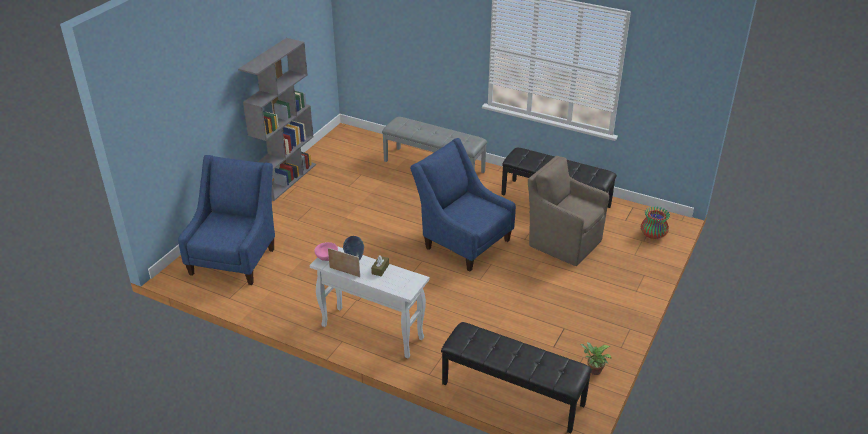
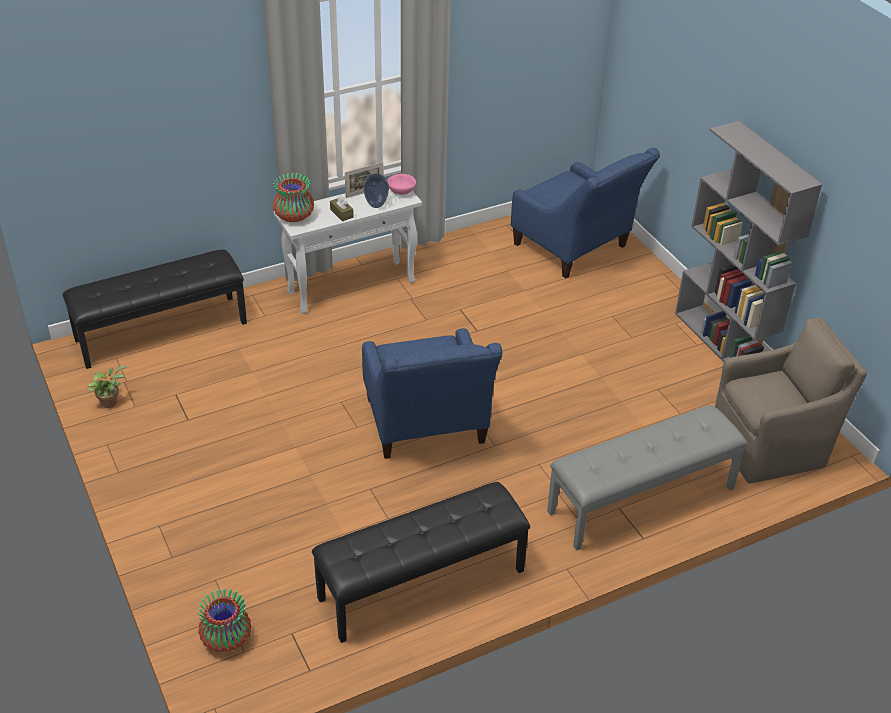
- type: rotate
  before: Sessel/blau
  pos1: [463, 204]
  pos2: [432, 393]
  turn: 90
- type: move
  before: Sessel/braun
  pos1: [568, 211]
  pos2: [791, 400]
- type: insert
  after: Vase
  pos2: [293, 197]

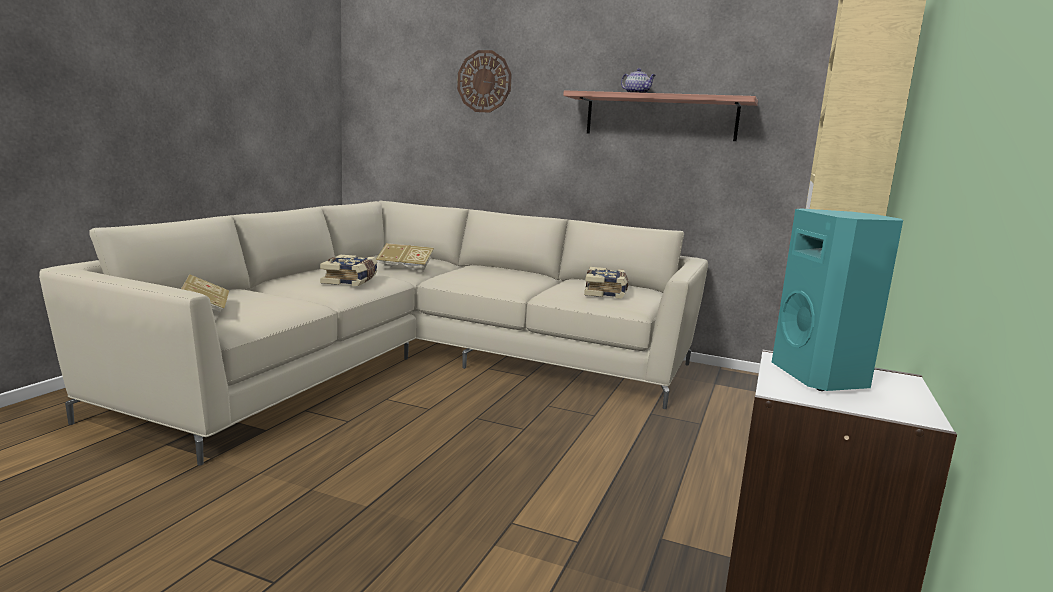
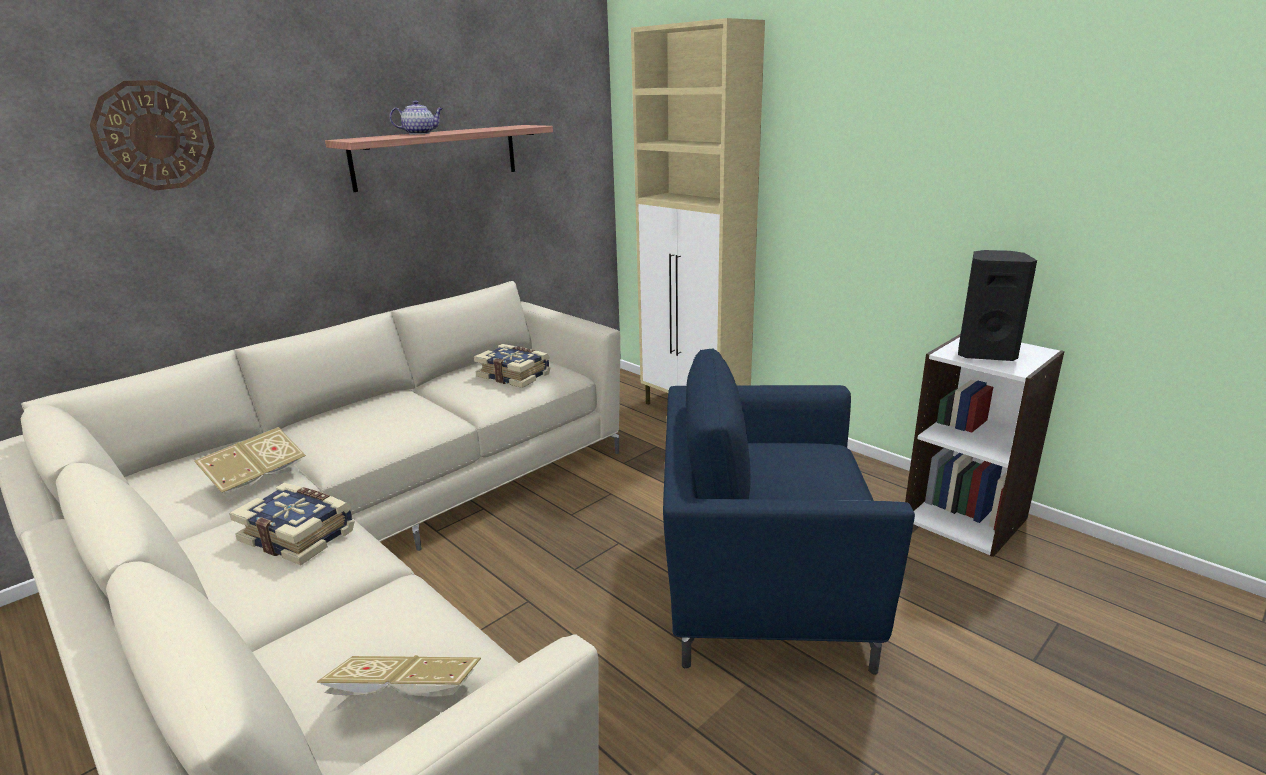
- type: recolor
  before: Lautsprecher/türkis
  after: Lautsprecher/schwarz
  pos1: [837, 300]
  pos2: [997, 305]
- type: insert
  after: Sessel/blau
  pos2: [789, 511]

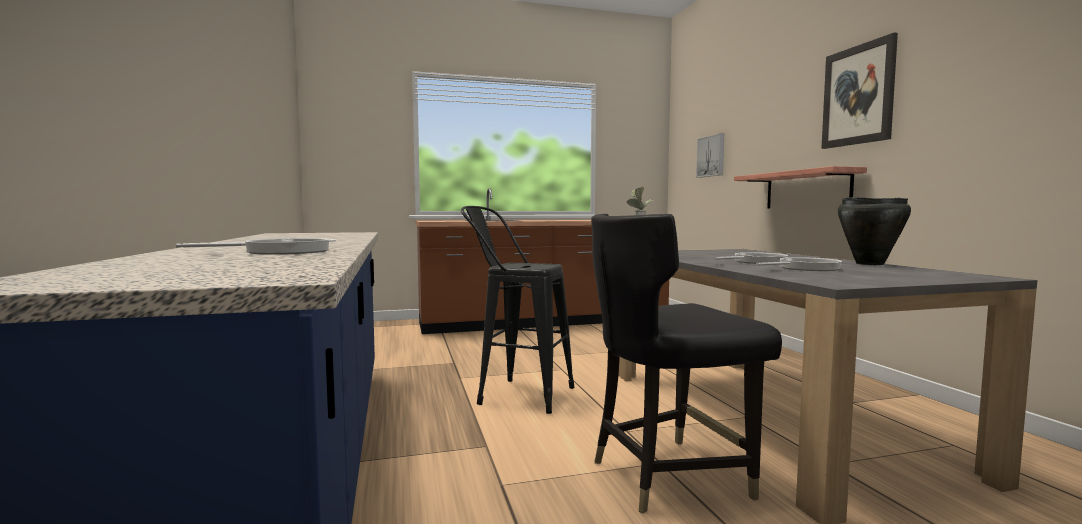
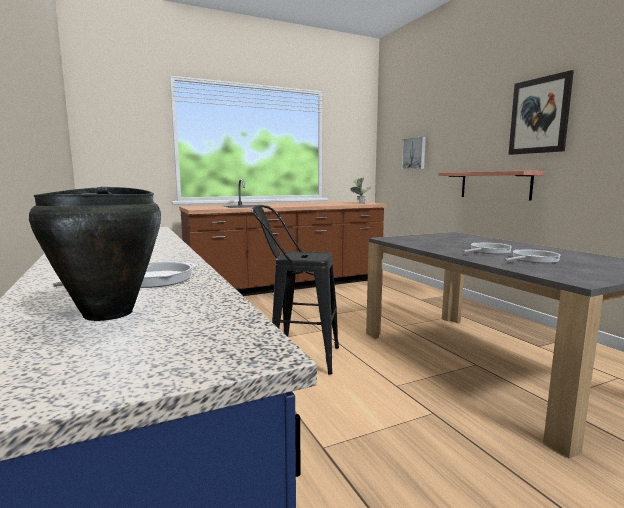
- type: move
  before: Kochtopf/schwarz
  pos1: [874, 231]
  pos2: [95, 254]
- type: delete
  before: Stuhl/schwarz
  pos1: [686, 364]

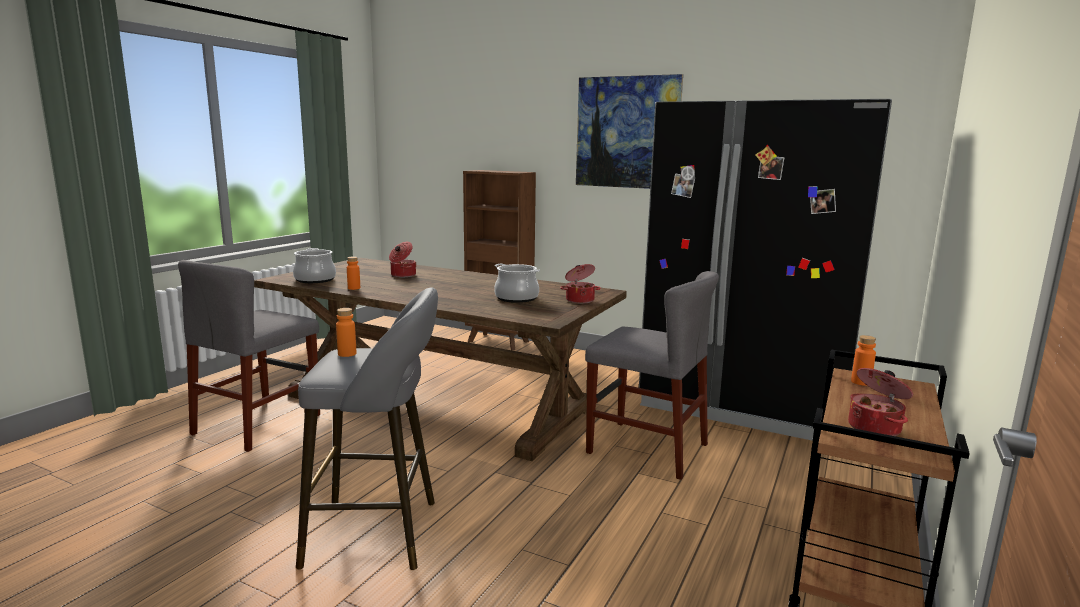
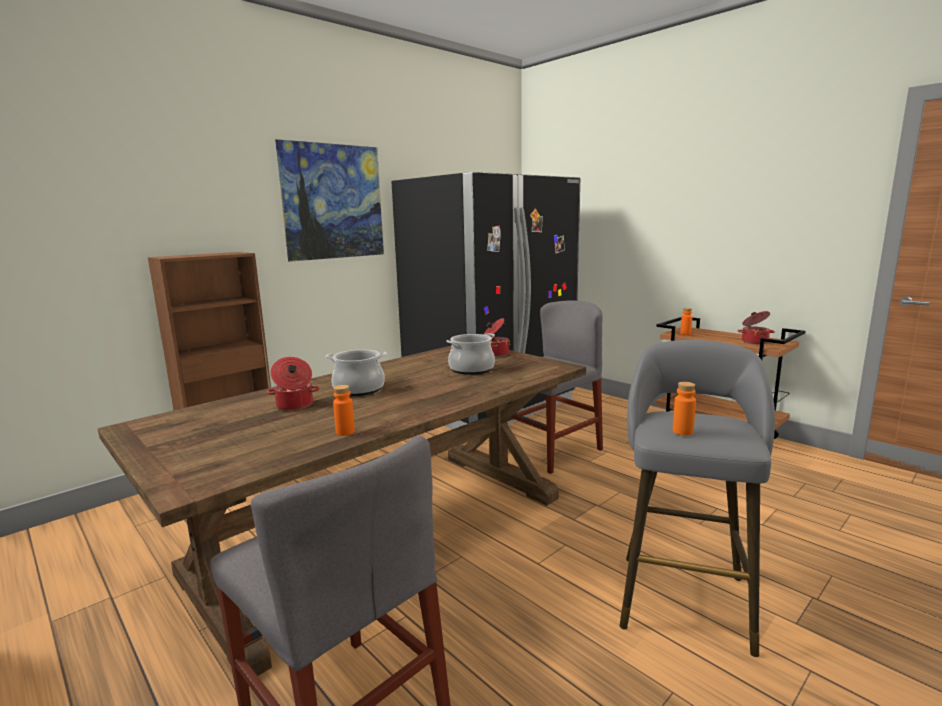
- type: move
  before: Kochtopf
  pos1: [314, 265]
  pos2: [356, 373]

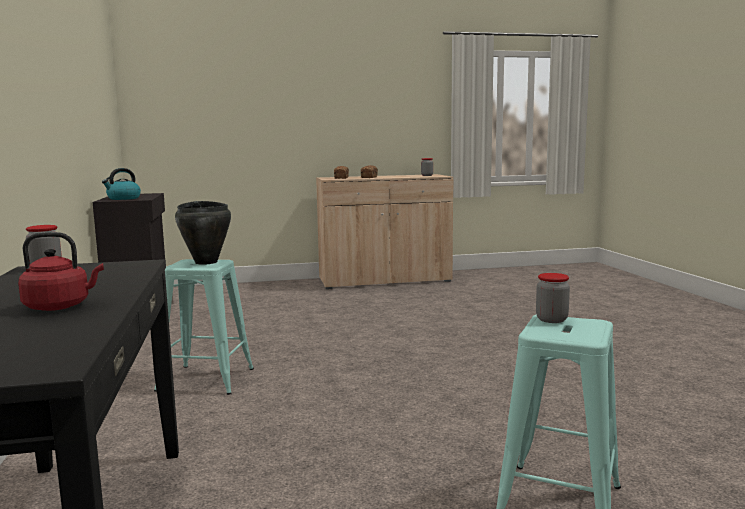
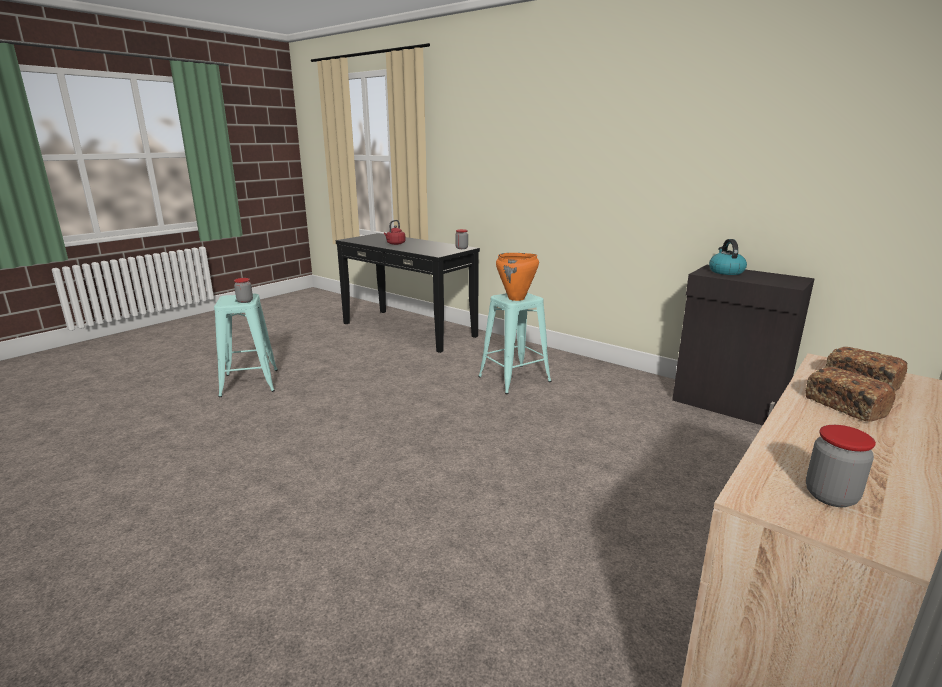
- type: recolor
  before: Kochtopf/schwarz
  after: Kochtopf/orange
  pos1: [203, 233]
  pos2: [517, 277]

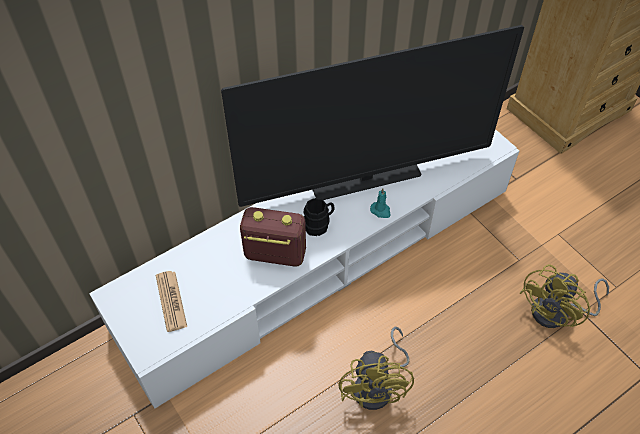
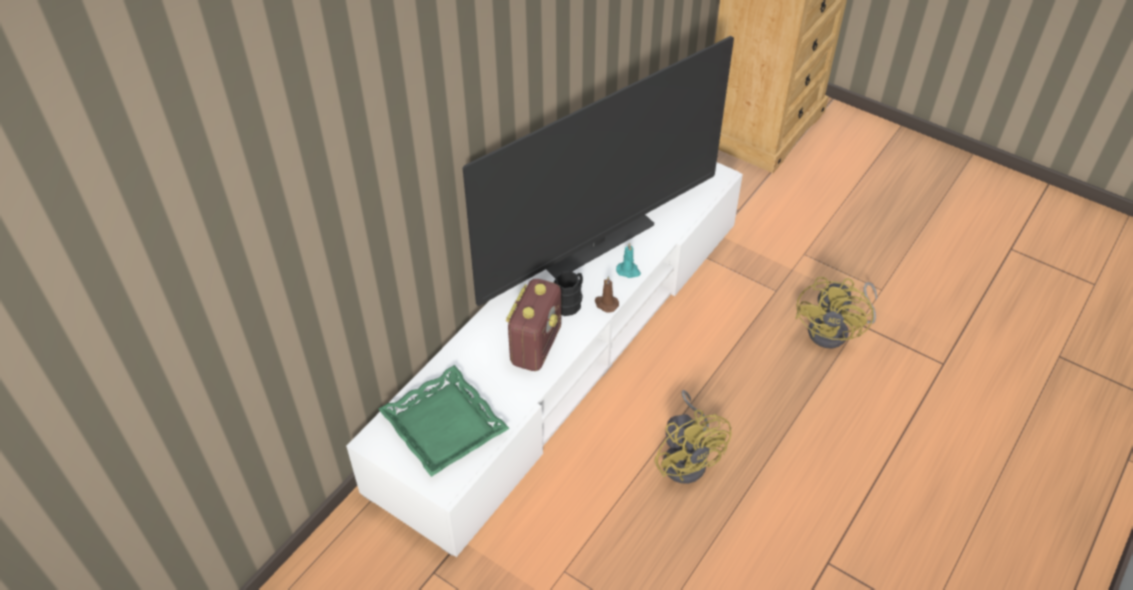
- type: rotate
  before: Radio
  pos1: [273, 237]
  pos2: [533, 325]
  turn: 120
- type: replace
  before: Zeitung
  after: Tablett/grün
  pos1: [171, 301]
  pos2: [444, 421]
- type: insert
  after: Kerze/braun
  pos2: [607, 294]

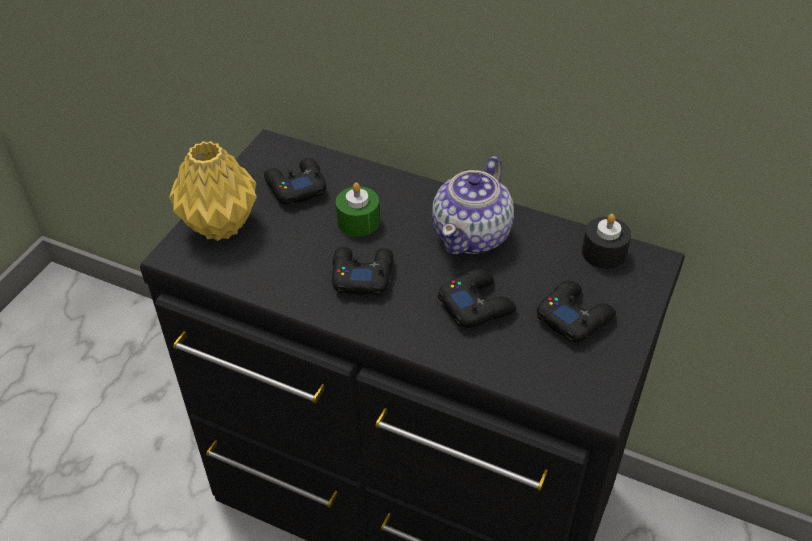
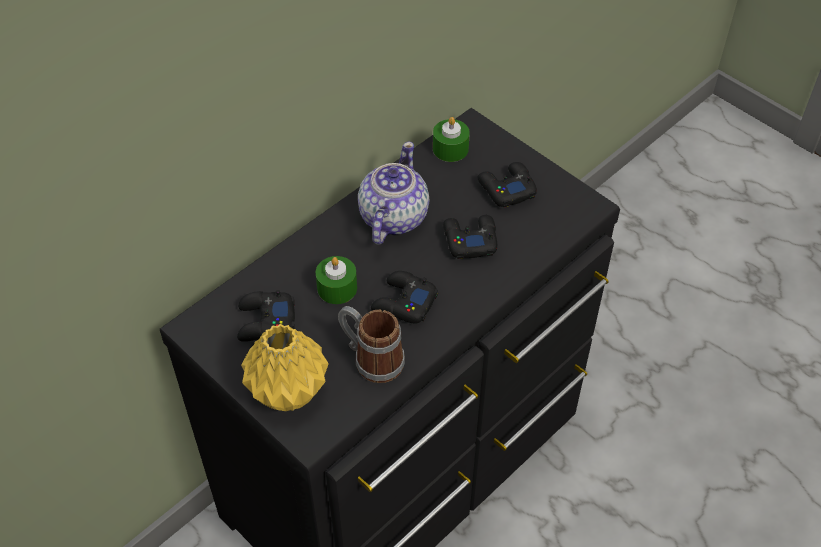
- type: rotate
  before: Teekanne
  pos1: [473, 205]
  pos2: [393, 193]
  turn: -120
- type: recolor
  before: Kerze/schwarz
  after: Kerze/grün
  pos1: [606, 241]
  pos2: [451, 139]
- type: insert
  after: Henkelbecher
  pos2: [371, 344]

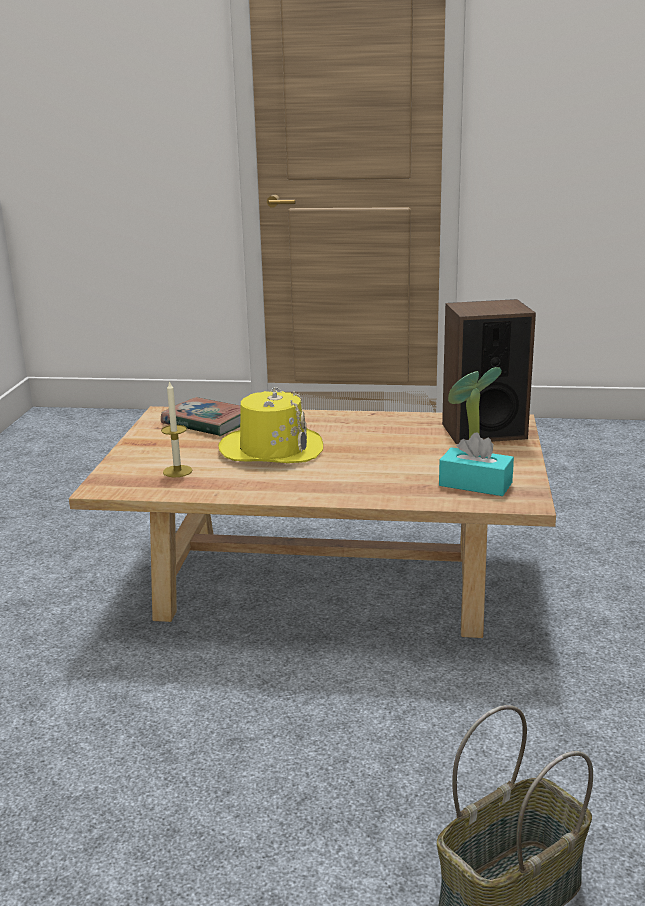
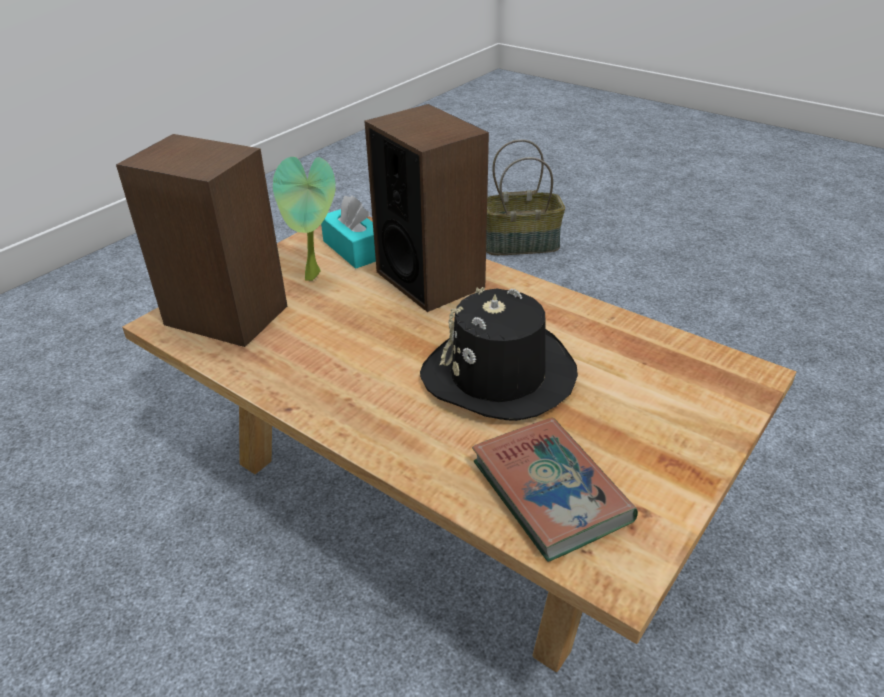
- type: delete
  before: Kerze
  pos1: [176, 428]
- type: recolor
  before: Hut/gelb
  after: Hut/schwarz
  pos1: [270, 425]
  pos2: [499, 354]
- type: insert
  after: Lautsprecher
  pos2: [427, 208]

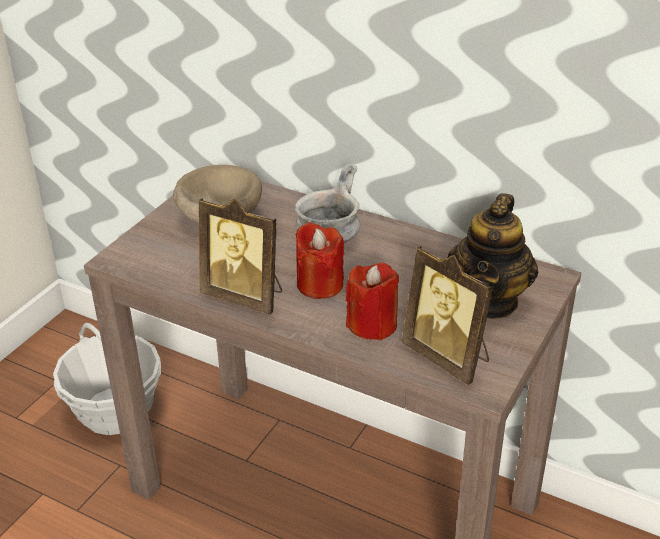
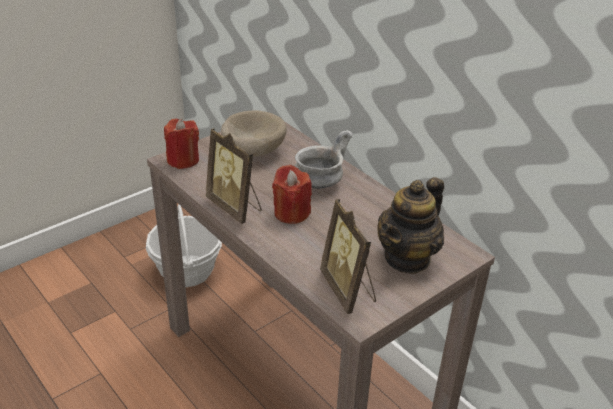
- type: move
  before: Kerze/rot
  pos1: [372, 302]
  pos2: [181, 144]

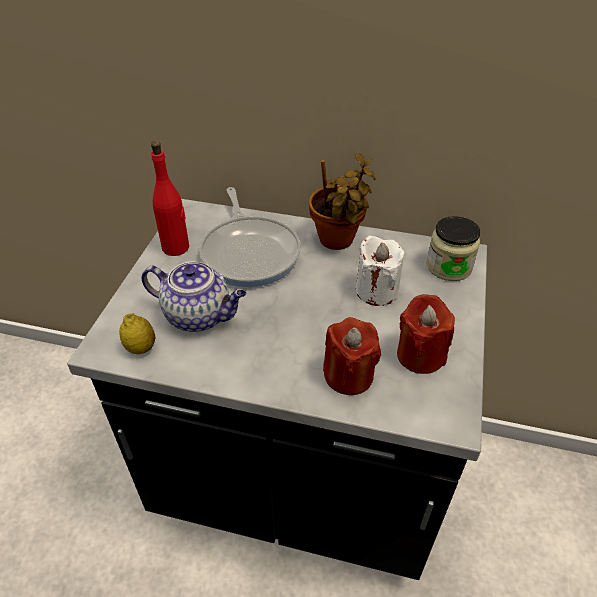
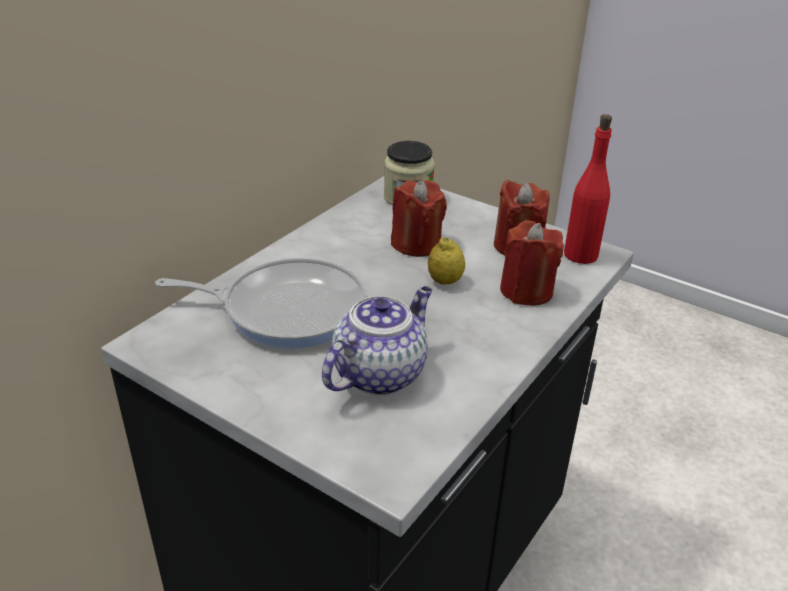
- type: move
  before: Flasche/rot
  pos1: [170, 198]
  pos2: [588, 189]
- type: delete
  before: Topfpflanze
  pos1: [342, 201]
- type: recolor
  before: Kerze/weiß
  after: Kerze/rot
  pos1: [380, 270]
  pos2: [419, 218]
- type: move
  before: Zitrone
  pos1: [138, 333]
  pos2: [446, 261]

